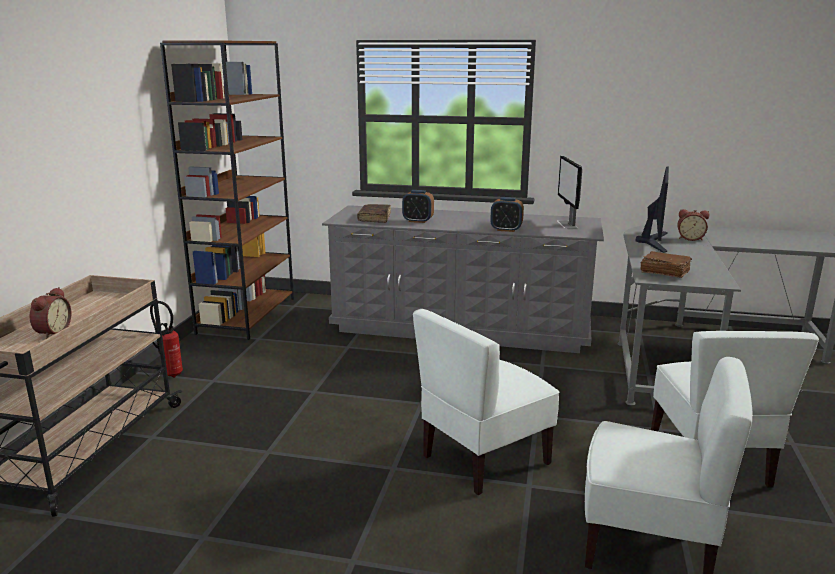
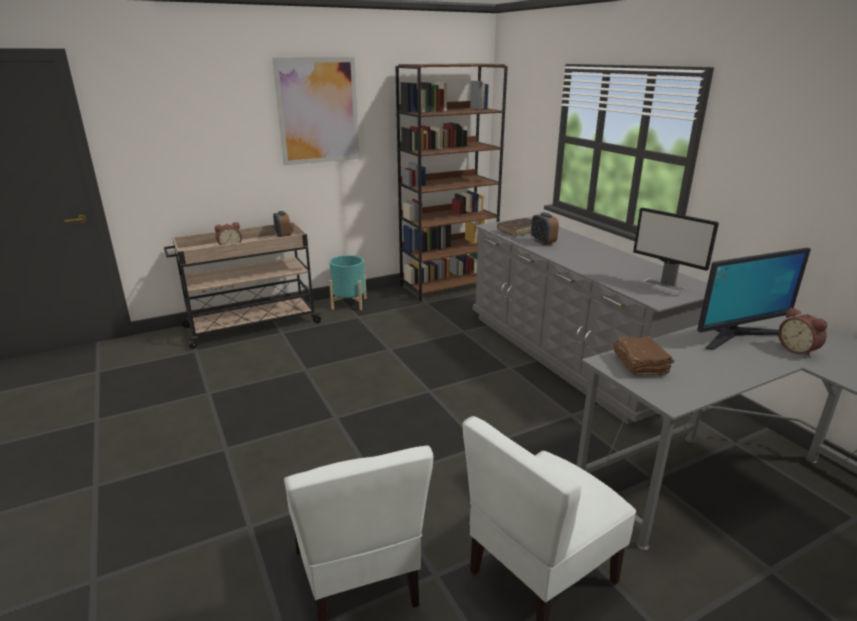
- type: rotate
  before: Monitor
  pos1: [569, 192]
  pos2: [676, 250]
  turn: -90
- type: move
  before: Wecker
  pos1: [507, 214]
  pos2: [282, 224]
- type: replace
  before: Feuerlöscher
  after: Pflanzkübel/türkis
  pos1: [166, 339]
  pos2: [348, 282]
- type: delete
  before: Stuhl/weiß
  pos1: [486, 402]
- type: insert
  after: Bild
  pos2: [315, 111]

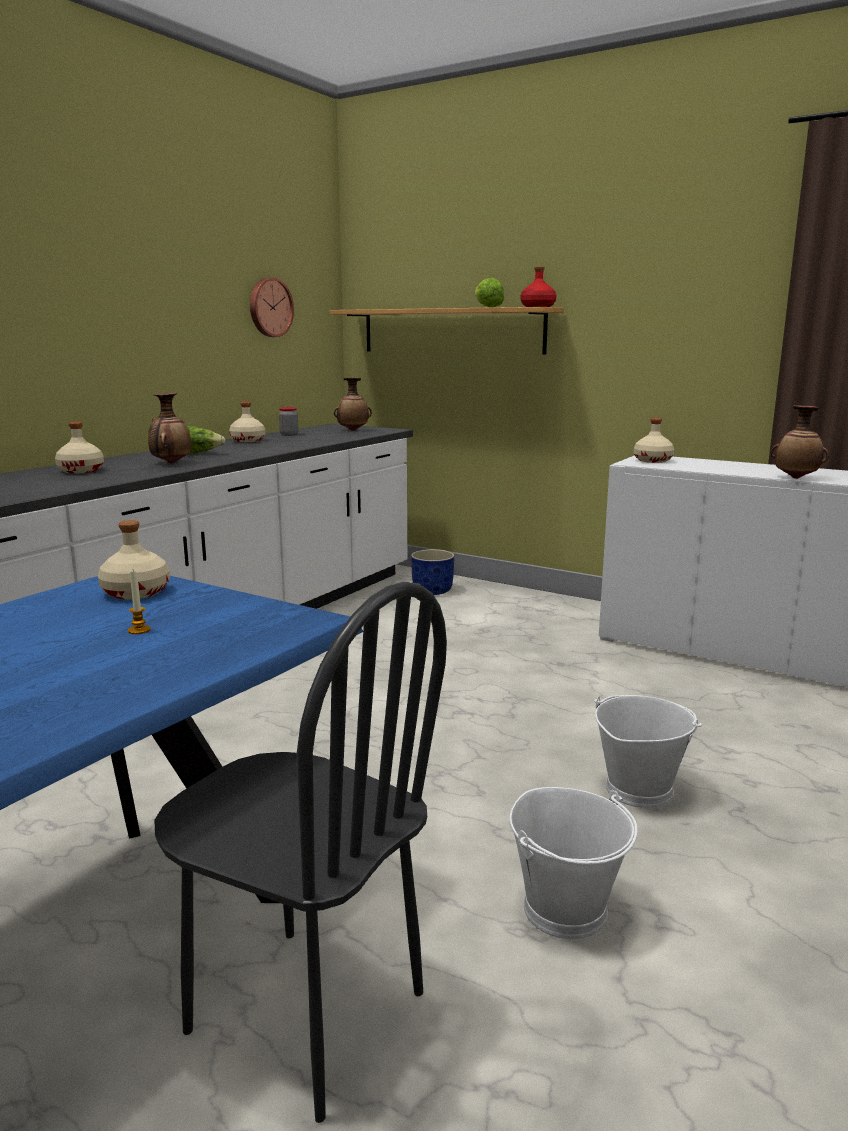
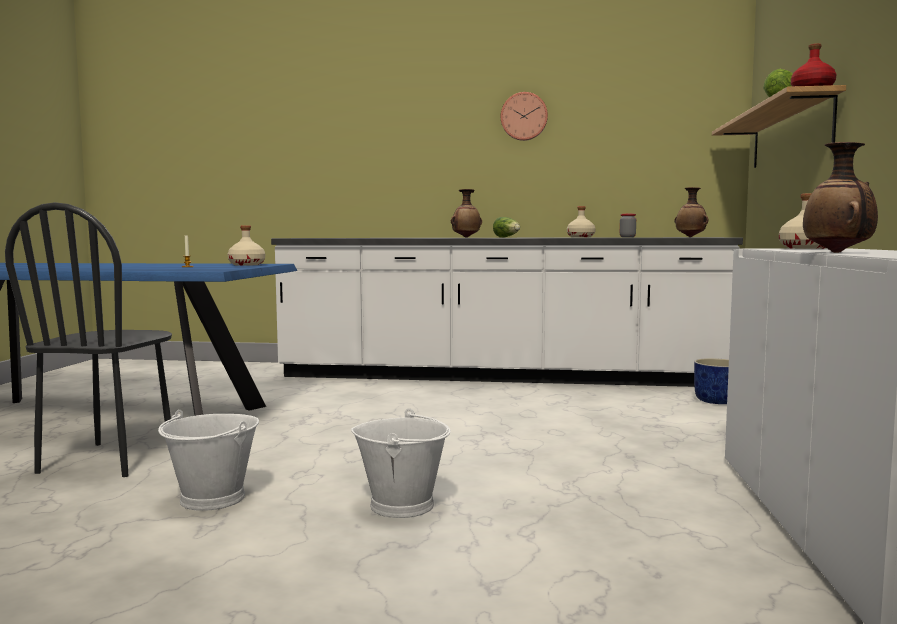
- type: move
  before: Wanduhr
  pos1: [272, 307]
  pos2: [524, 116]
- type: delete
  before: Flasche/beige
  pos1: [79, 447]

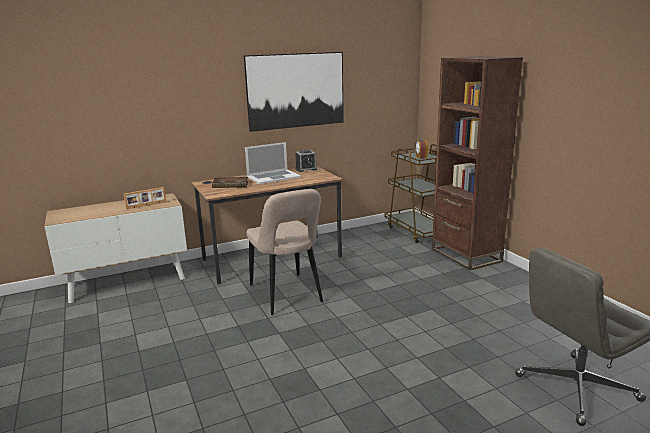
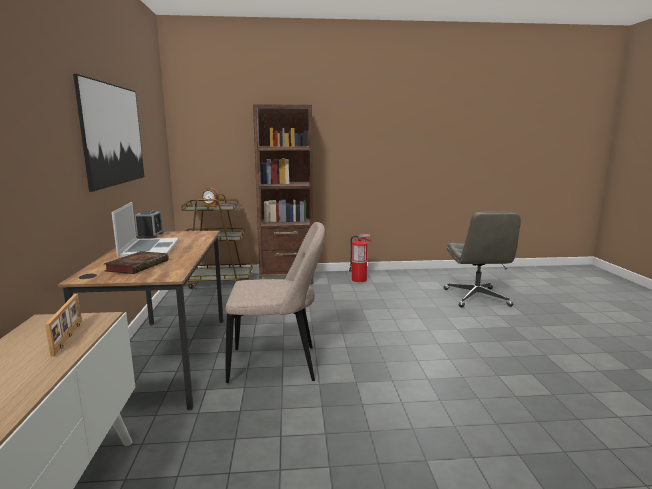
- type: insert
  after: Feuerlöscher
  pos2: [360, 258]

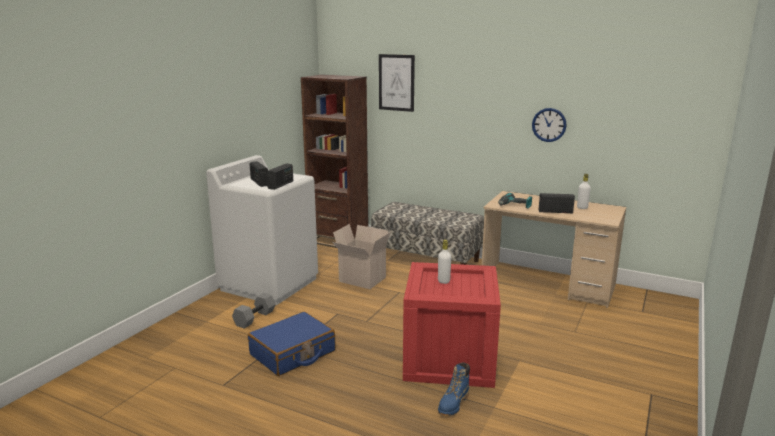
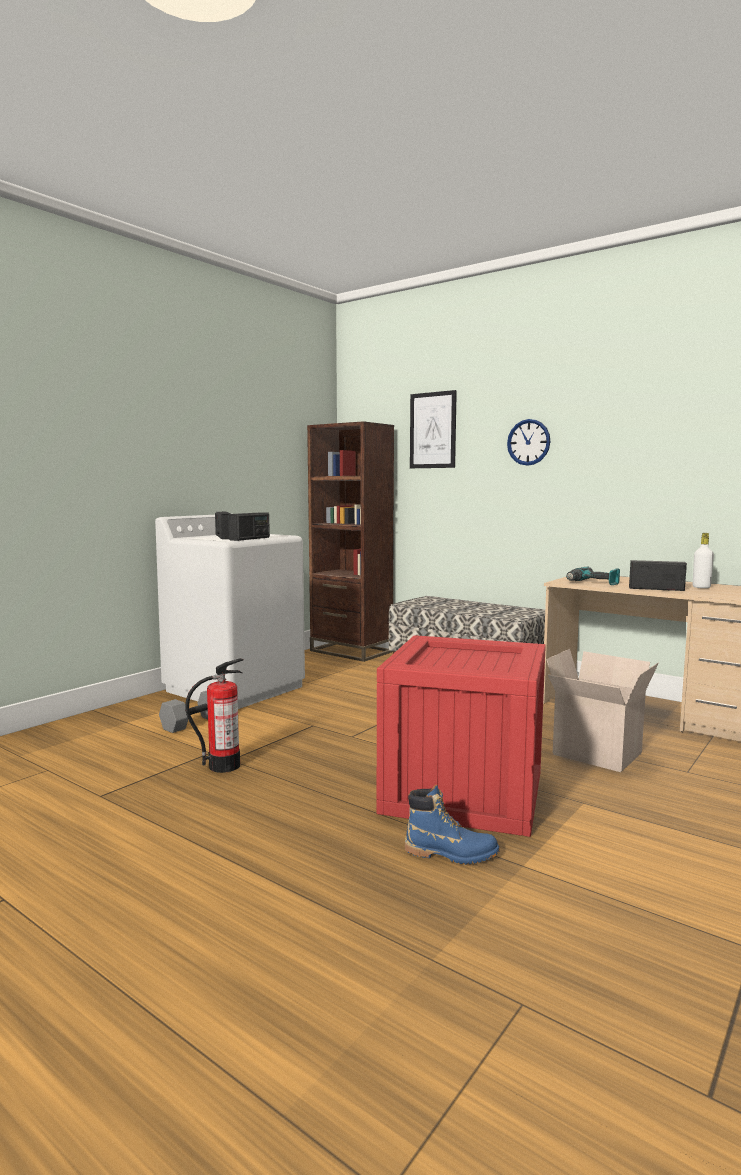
- type: move
  before: Wanduhr
  pos1: [549, 125]
  pos2: [528, 442]
- type: move
  before: Karton
  pos1: [361, 256]
  pos2: [602, 710]
- type: delete
  before: Flasche/weiß
  pos1: [444, 262]
- type: replace
  before: Koffer/blau
  after: Feuerlöscher
  pos1: [292, 344]
  pos2: [214, 715]
- type: rotate
  before: Stiefel/blau
  pos1: [454, 389]
  pos2: [452, 824]
  turn: -120

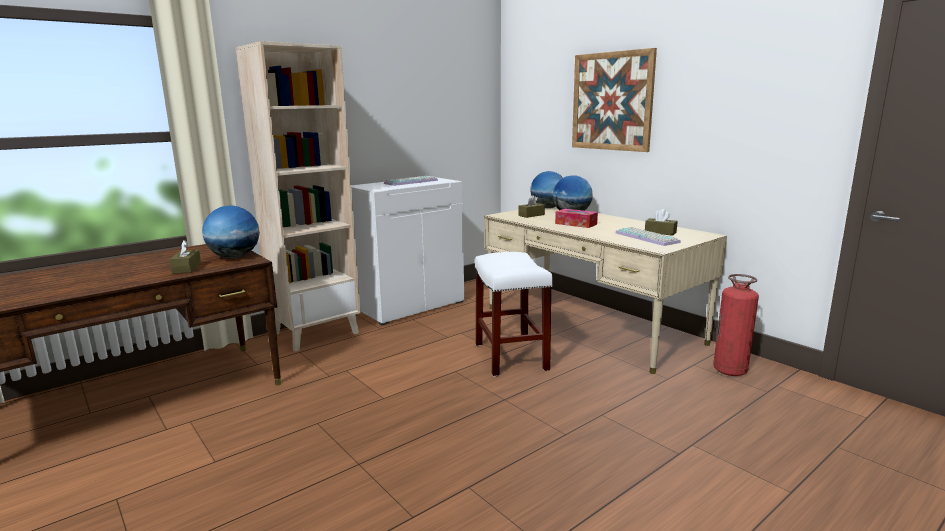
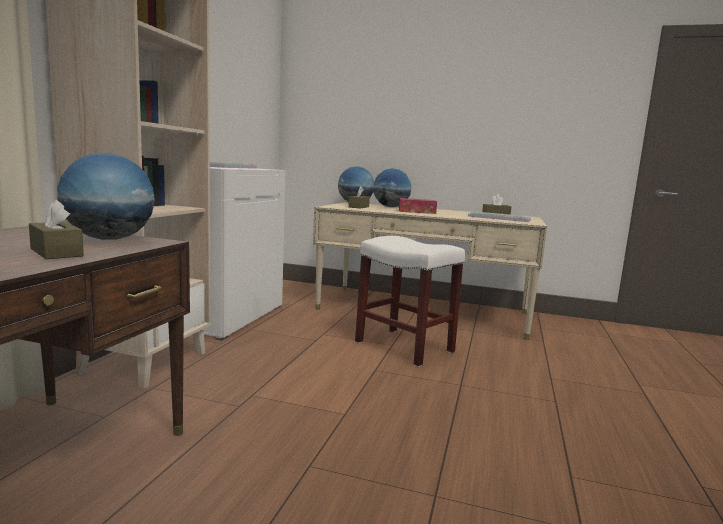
- type: delete
  before: Bild
  pos1: [614, 100]
- type: delete
  before: Feuerlöscher
  pos1: [736, 325]

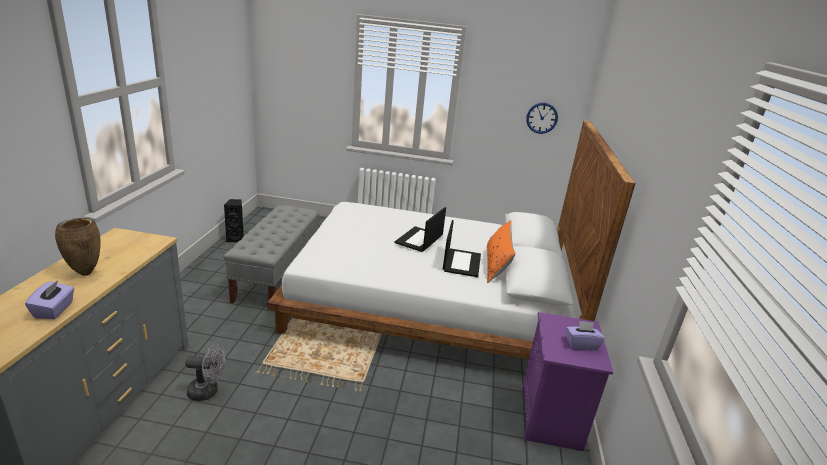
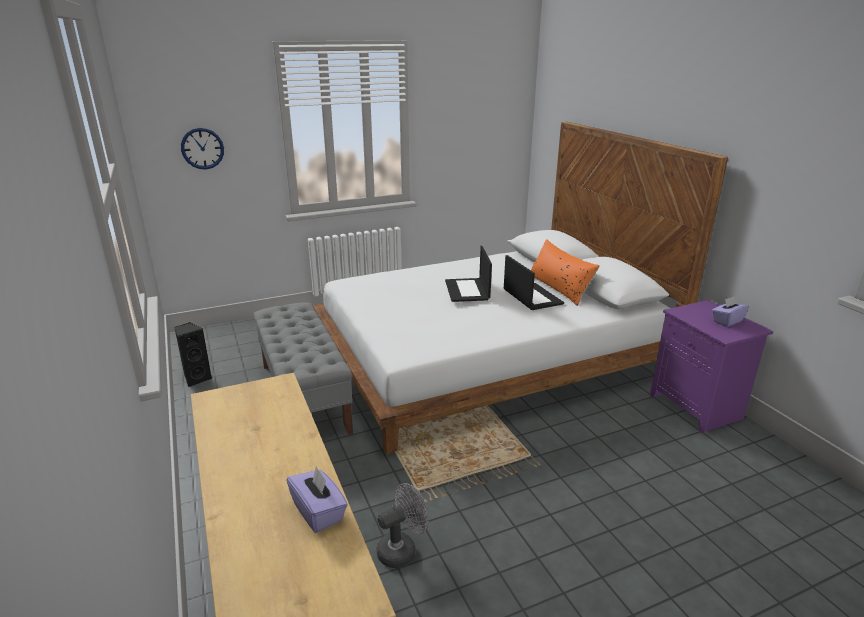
- type: move
  before: Wanduhr
  pos1: [542, 118]
  pos2: [202, 148]
- type: delete
  before: Vase/braun
  pos1: [78, 247]

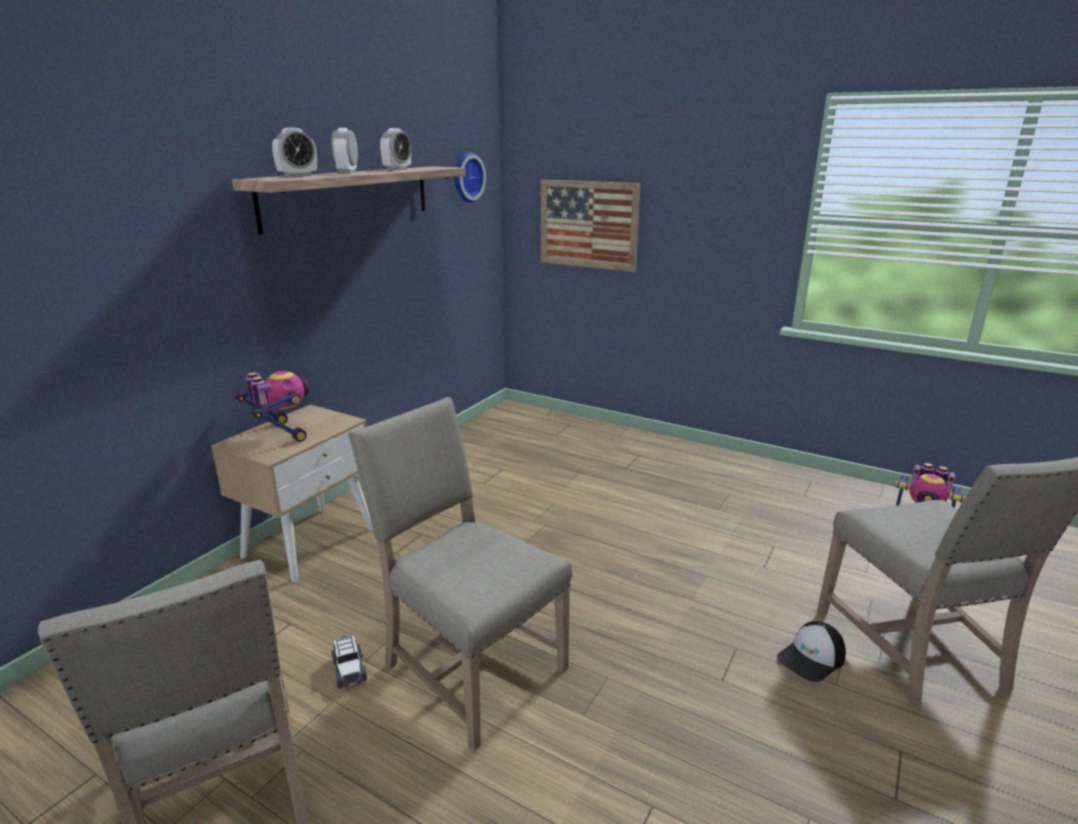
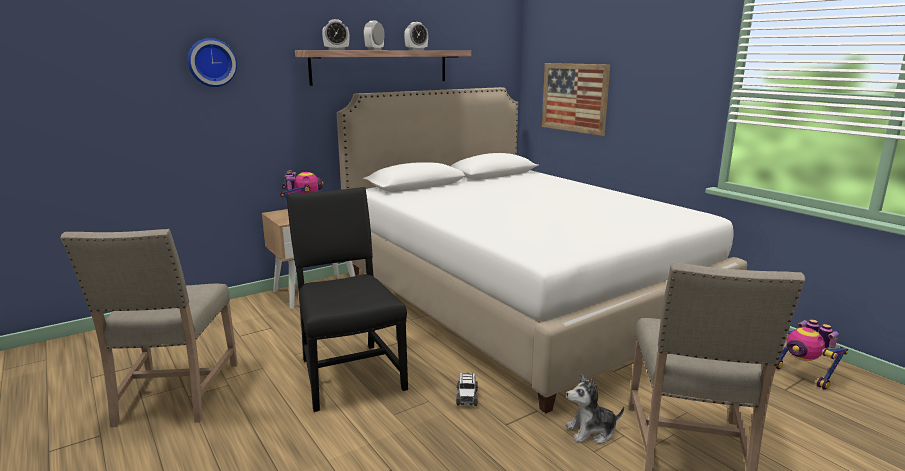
- type: move
  before: Wanduhr
  pos1: [470, 177]
  pos2: [212, 62]
- type: recolor
  before: Stuhl/beige
  after: Stuhl/schwarz
  pos1: [460, 574]
  pos2: [347, 299]
- type: replace
  before: Kappe
  after: Plüschtier
  pos1: [811, 651]
  pos2: [595, 409]
- type: move
  before: Spielzeugauto
  pos1: [349, 662]
  pos2: [467, 389]
- type: insert
  after: Bett/weiß
  pos2: [542, 250]

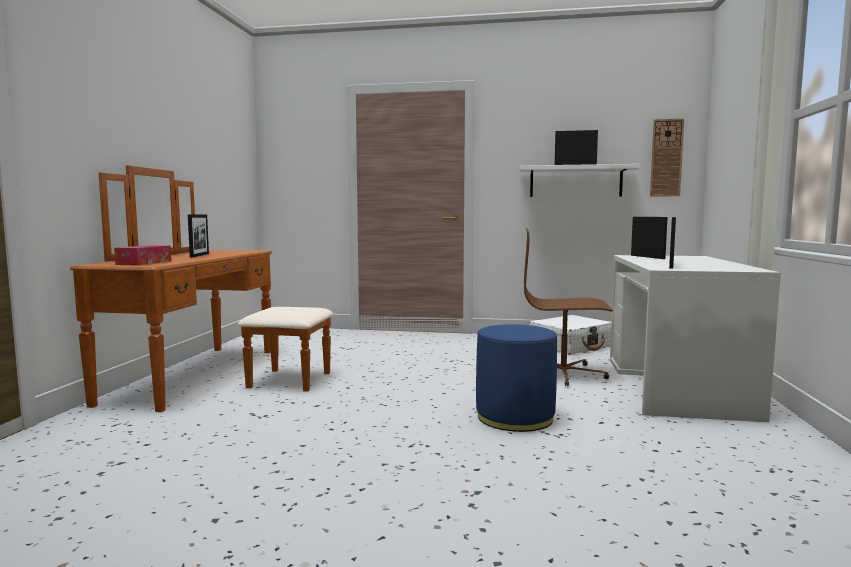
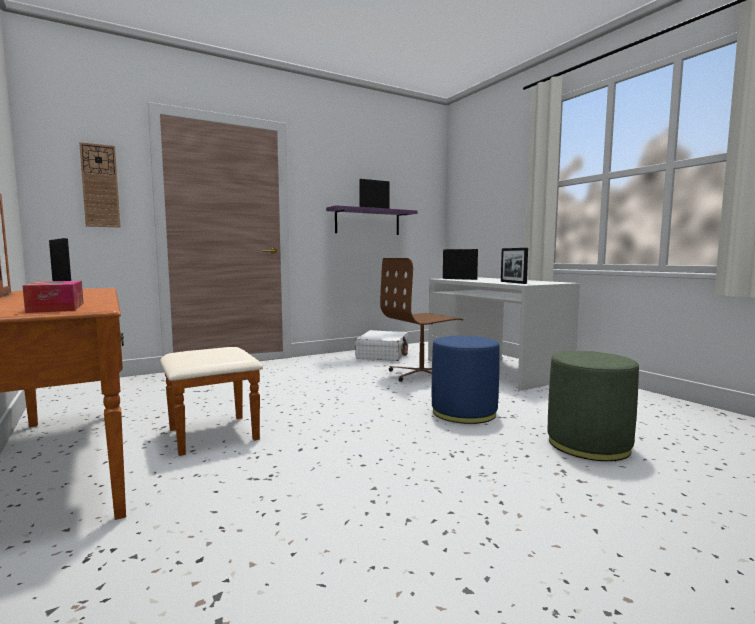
- type: move
  before: Wanduhr
  pos1: [667, 157]
  pos2: [99, 184]
- type: recolor
  before: Wandregal/weiß
  after: Wandregal/lila
  pos1: [580, 180]
  pos2: [371, 220]
- type: insert
  after: Polsterhocker/grün
  pos2: [593, 406]

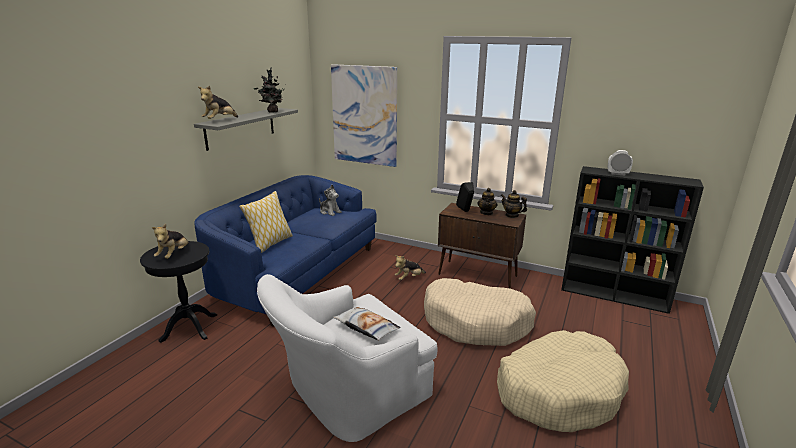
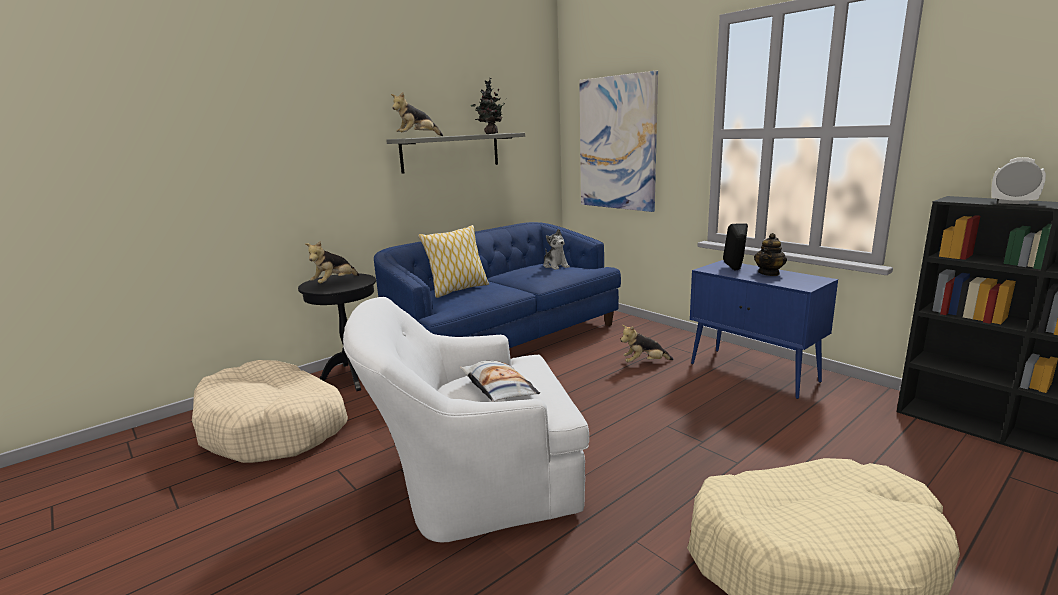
- type: delete
  before: Teekanne
  pos1: [514, 204]
- type: recolor
  before: Schrank/braun
  after: Schrank/blau
  pos1: [482, 246]
  pos2: [764, 329]
- type: move
  before: Hundebett/beige
  pos1: [480, 312]
  pos2: [270, 411]

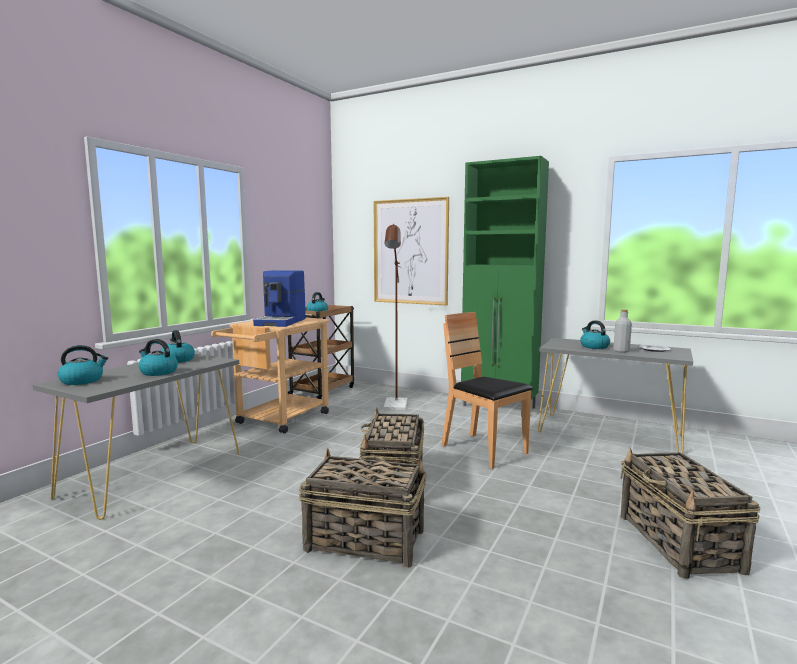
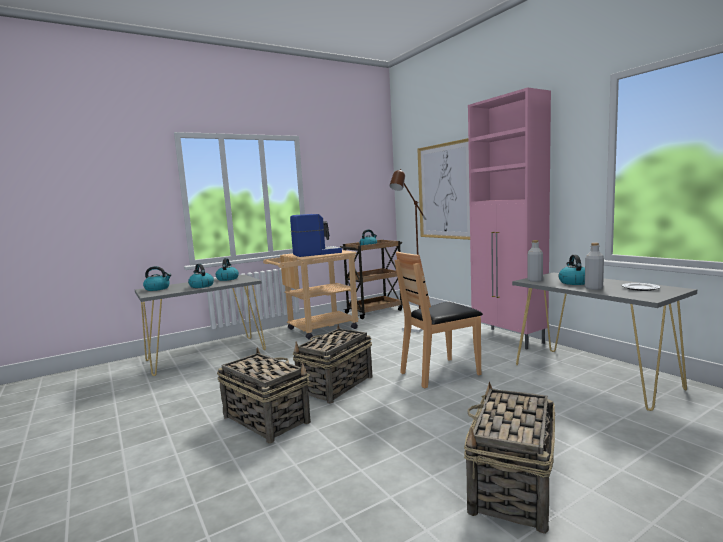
- type: recolor
  before: Schrank/grün
  after: Schrank/rosa
  pos1: [505, 282]
  pos2: [509, 218]
- type: rotate
  before: Kaffeemaschine
  pos1: [279, 298]
  pos2: [316, 235]
  turn: -150
- type: rotate
  before: Stuhl/braun
  pos1: [487, 390]
  pos2: [438, 319]
  turn: -105
- type: insert
  after: Flasche/grau
  pos2: [535, 261]

